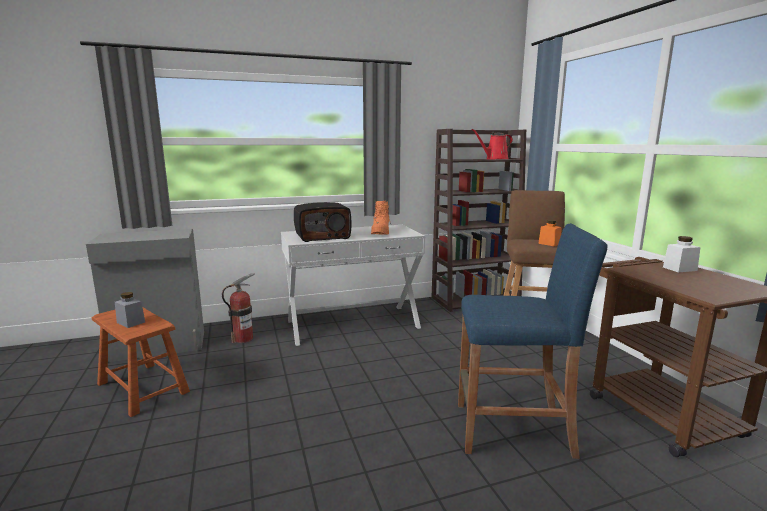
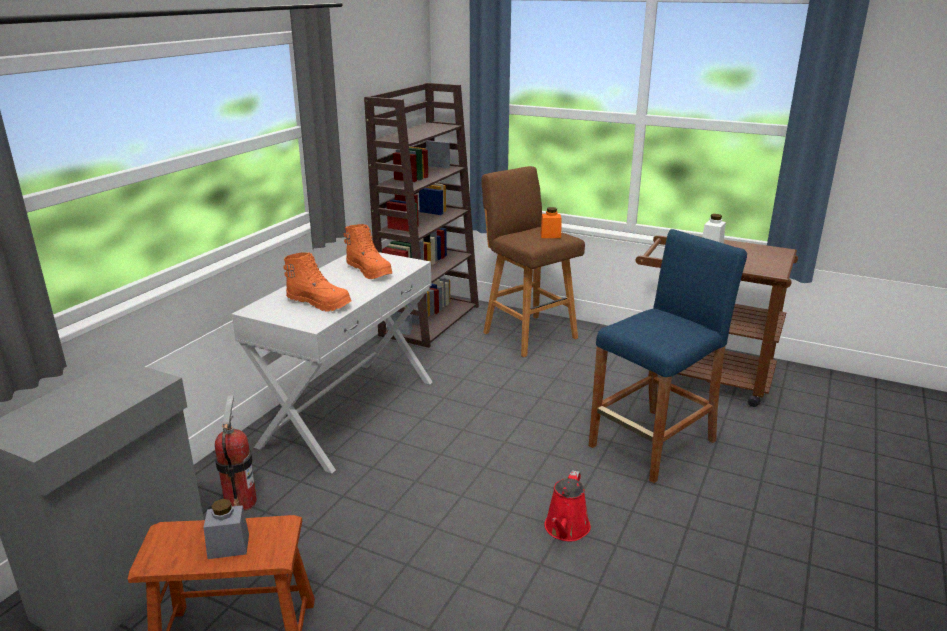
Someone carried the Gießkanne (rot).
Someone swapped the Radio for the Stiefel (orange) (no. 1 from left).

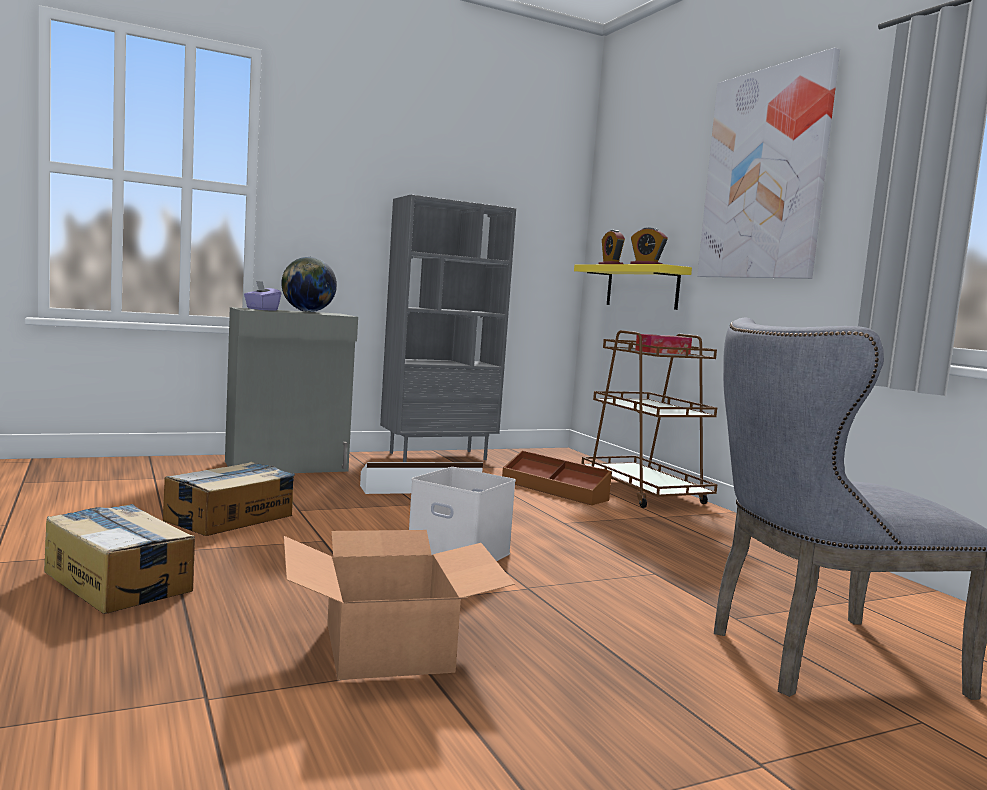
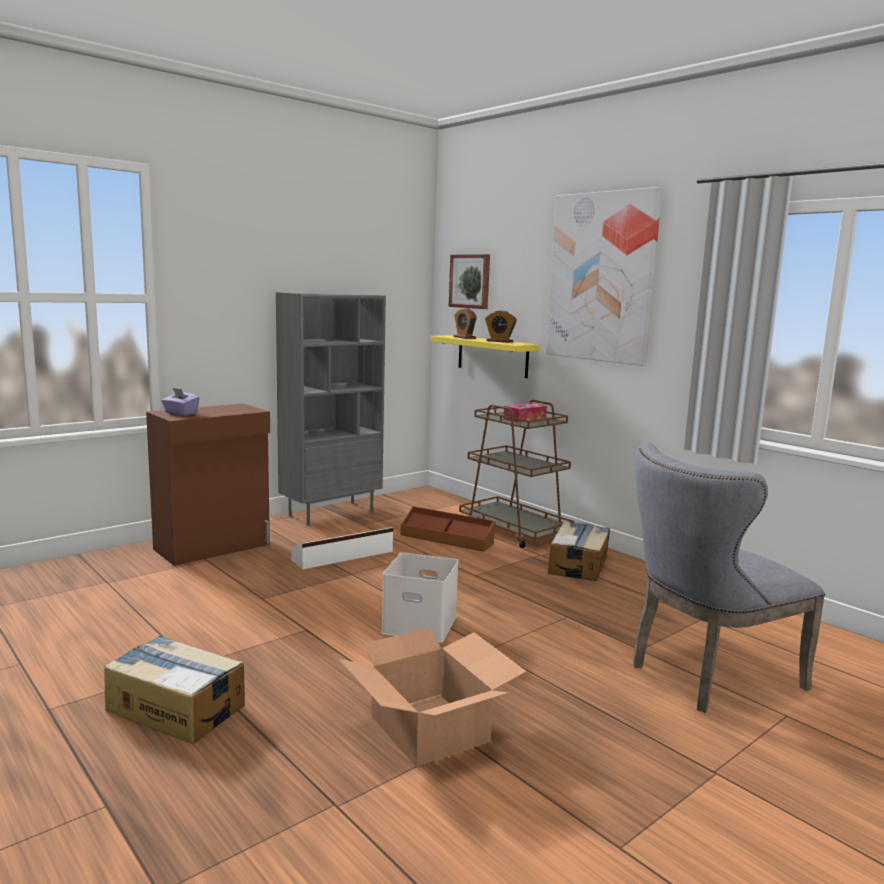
Someone took away the Globus.
Someone repainted the Schrank (grau), which became the Schrank (braun).
Someone carried the Karton (no. 2 from left in the first image).
Someone put up the Bild (no. 1 from left).

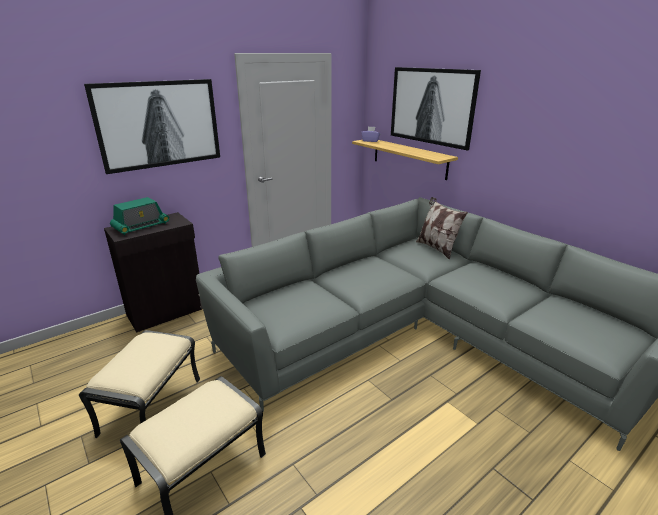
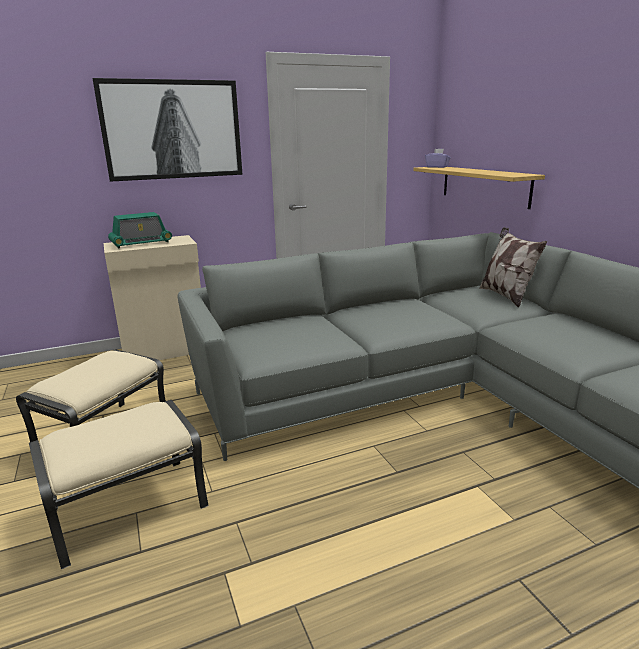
Someone took away the Bild (no. 2 from left).
Someone repainted the Schrank (schwarz), which became the Schrank (beige).

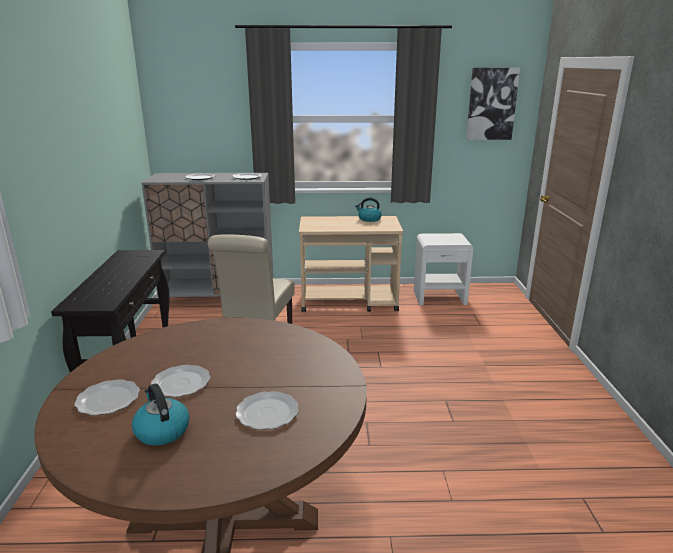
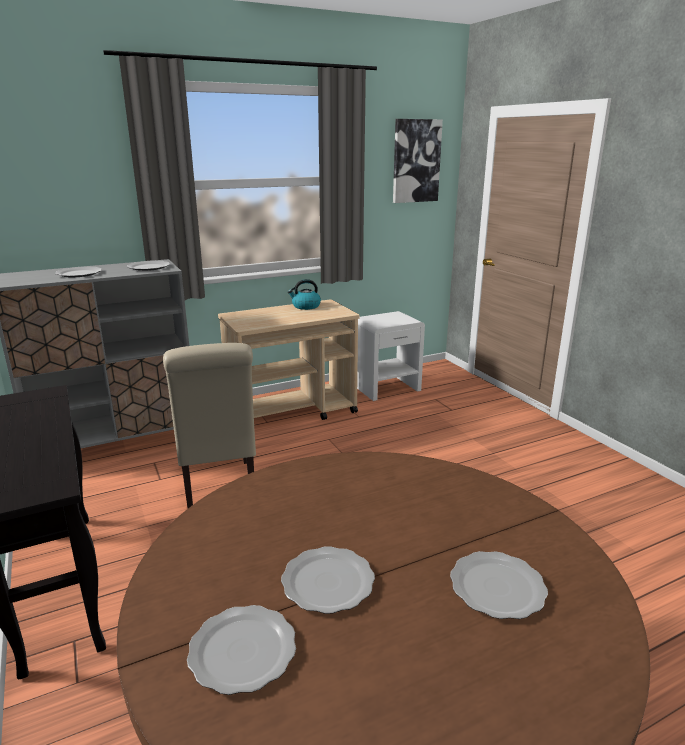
Someone took away the Wasserkessel (no. 1 from left).

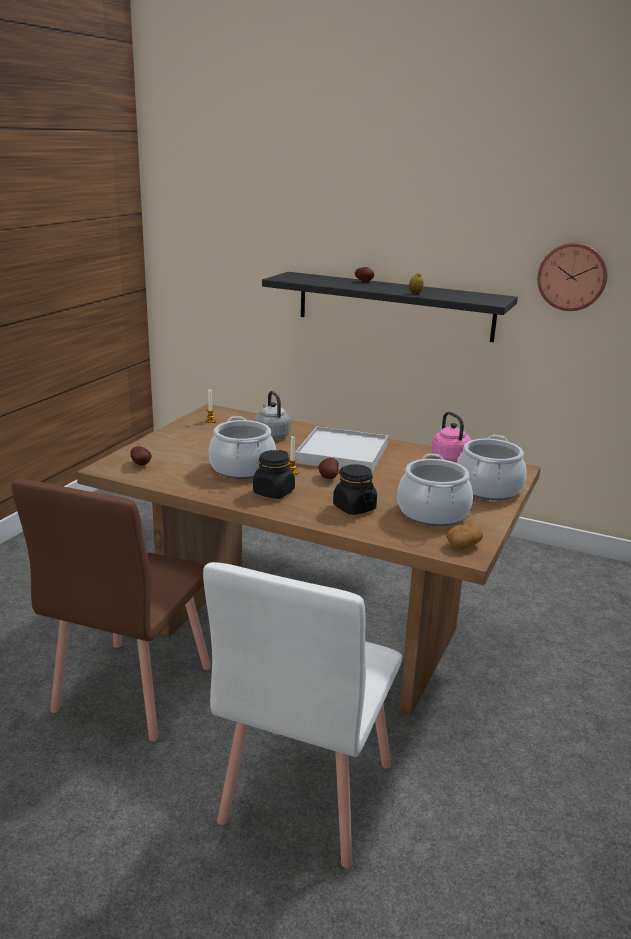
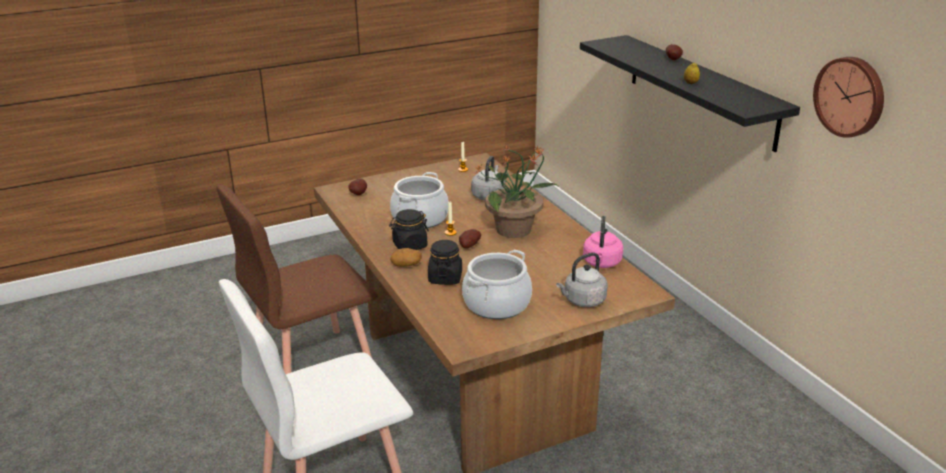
Someone swapped the Tablett (weiß) for the Topfpflanze.
Someone swapped the Kochtopf (no. 3 from left) for the Wasserkessel (grau) (no. 2 from left).
Someone carried the Kartoffel (no. 4 from left in the first image).

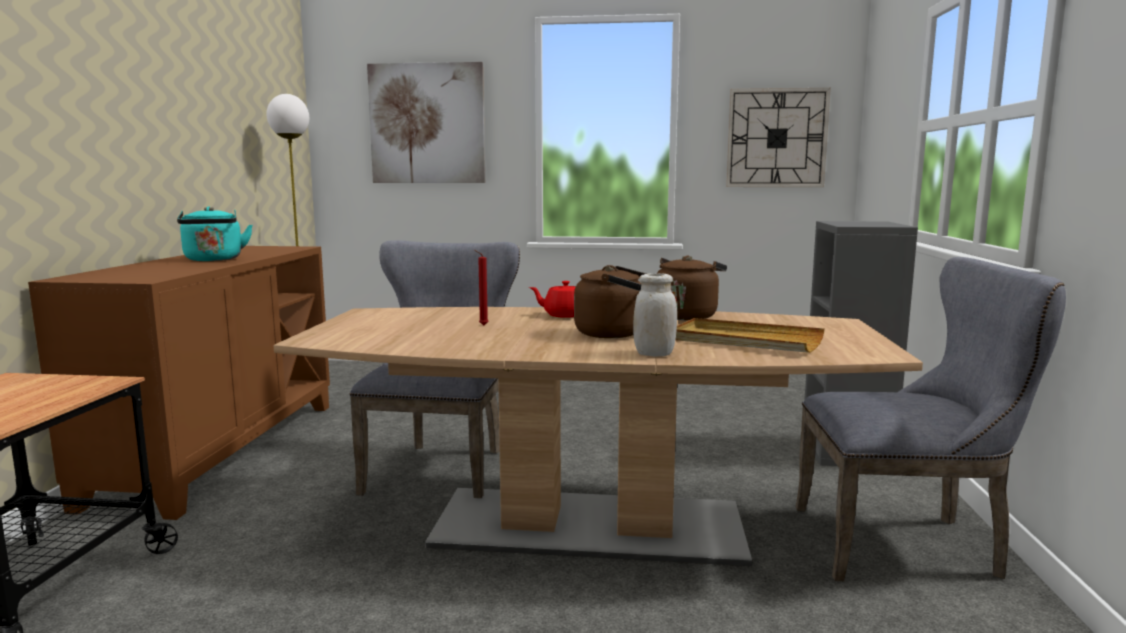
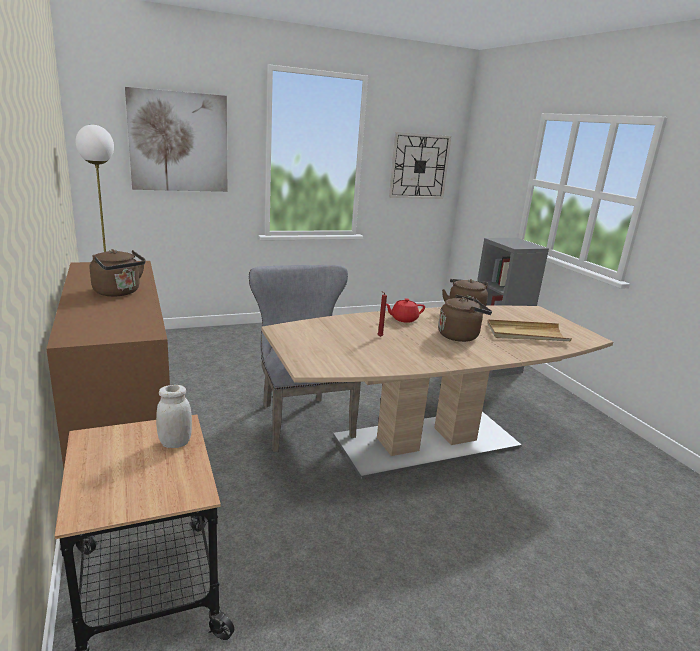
Someone repainted the Wasserkessel (türkis), which became the Wasserkessel (braun) (no. 1 from left).
Someone took away the Stuhl (grau) (no. 2 from left).
Someone carried the Vorratsglas (weiß).

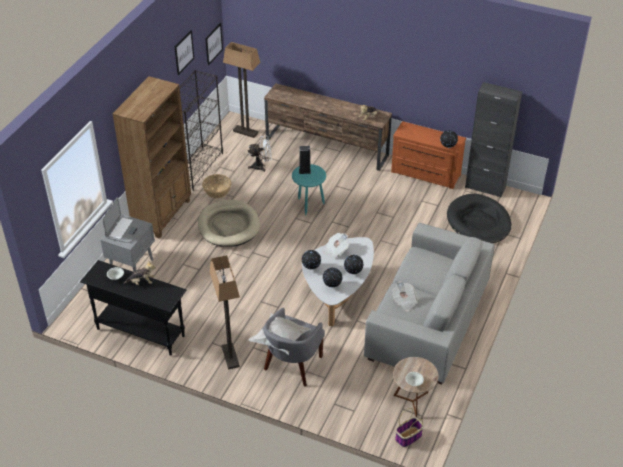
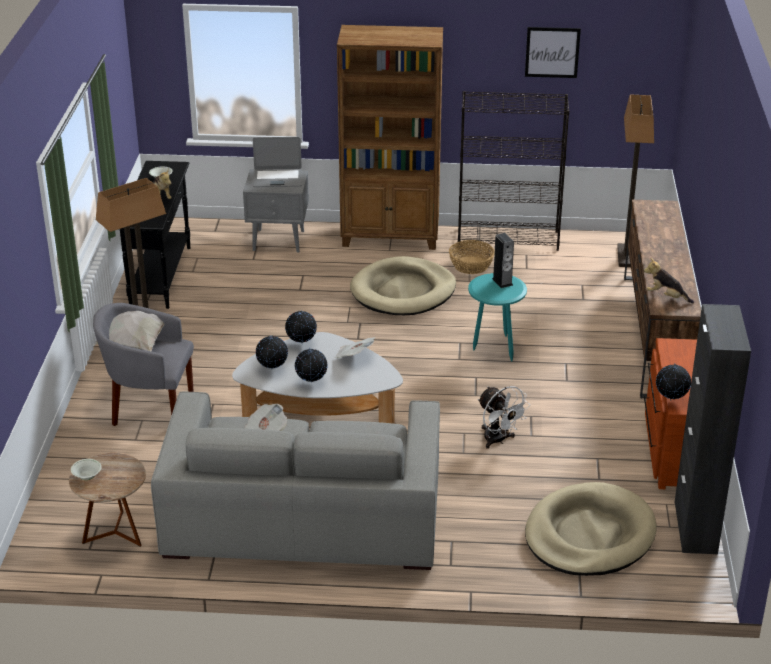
Someone took away the Bild (no. 2 from left).
Someone carried the Ventilator (weiß).
Someone repainted the Hundebett (schwarz), which became the Hundebett (beige) (no. 2 from left).
Someone took away the Korb (no. 2 from left).

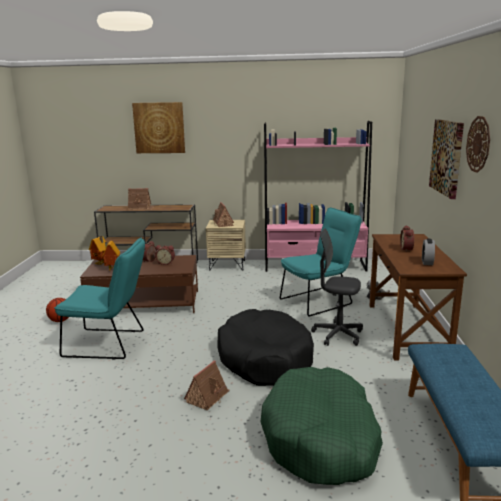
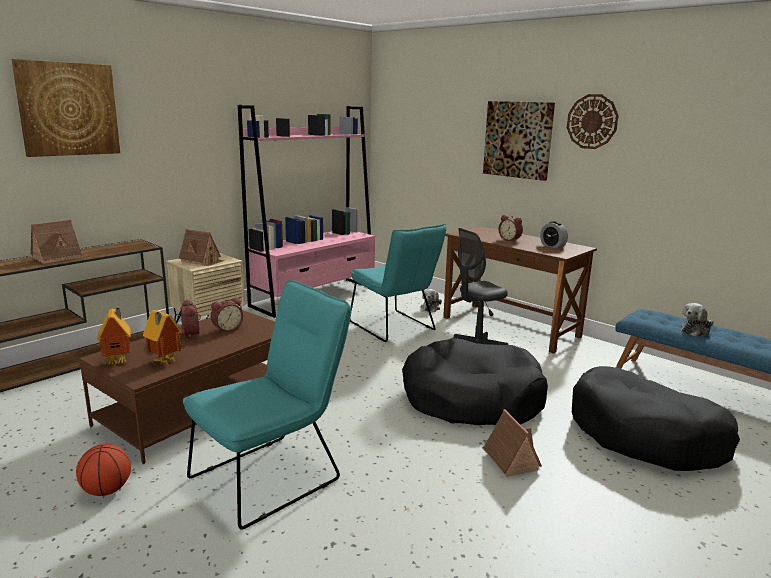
Someone rotated the Stuhl (türkis) (no. 2 from left) by 135 degrees clockwise.
Someone repainted the Hundebett (grün), which became the Hundebett (schwarz) (no. 2 from left).
Someone put down the Plüschtier (no. 2 from left).

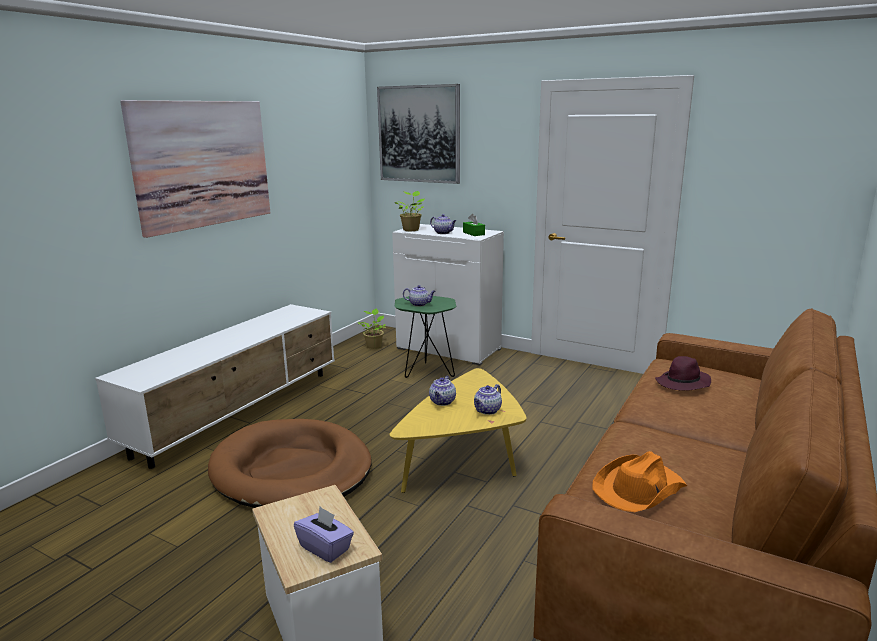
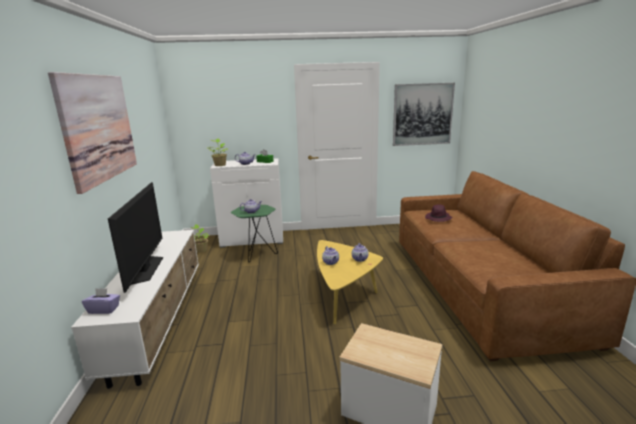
Someone carried the Bild (no. 2 from left).
Someone took away the Hundebett (braun).
Someone took away the Hut (orange).
Someone carried the Taschentuchbox (lila).
Someone put down the Fernseher.

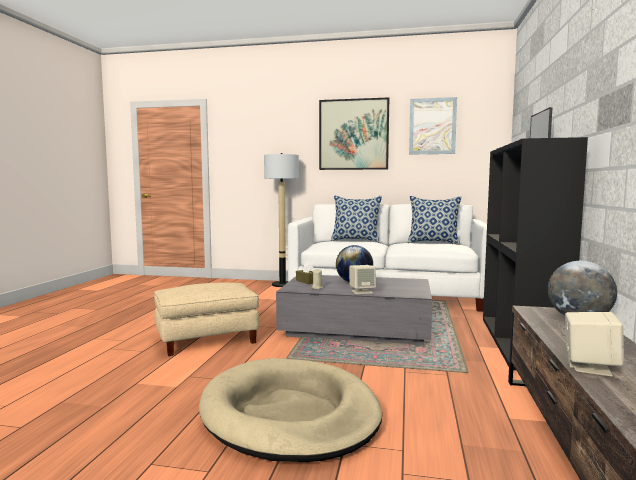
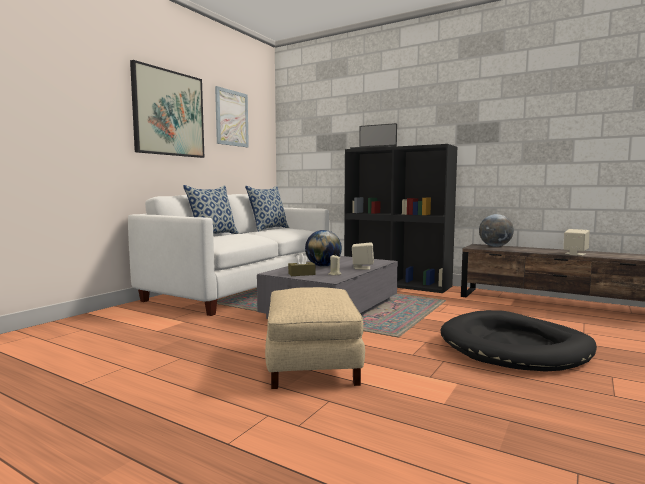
Someone took away the Stehlampe.
Someone repainted the Hundebett (beige), which became the Hundebett (schwarz).

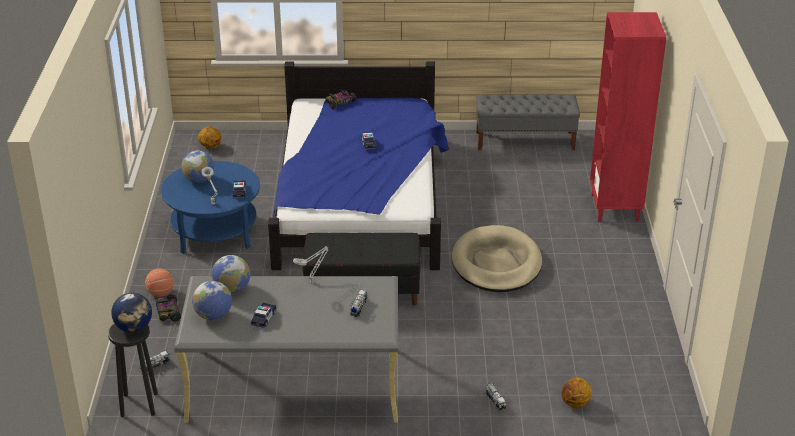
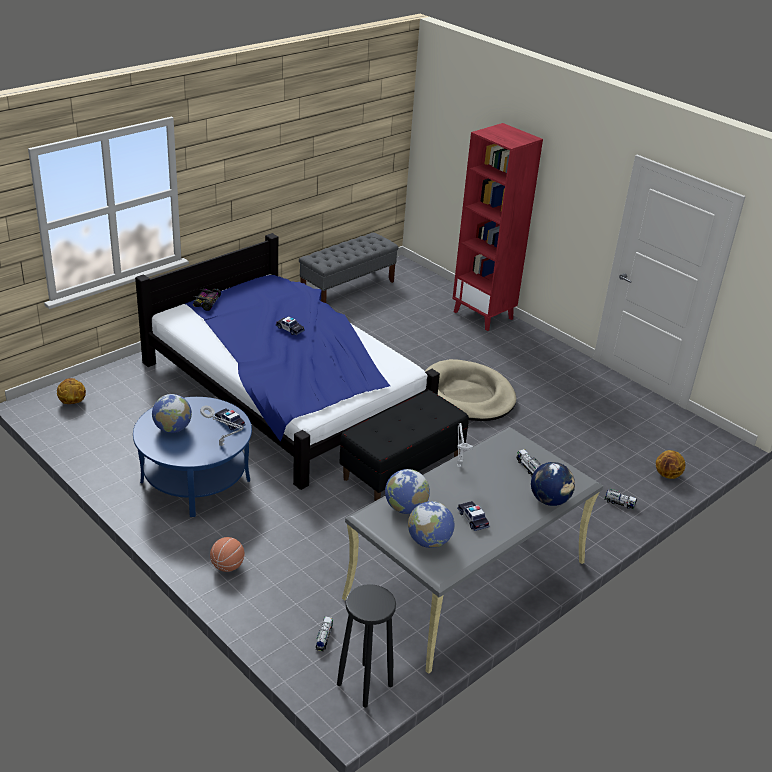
Someone carried the Globus (no. 1 from left in the first image).
Someone took away the Spielzeugauto (no. 1 from left).

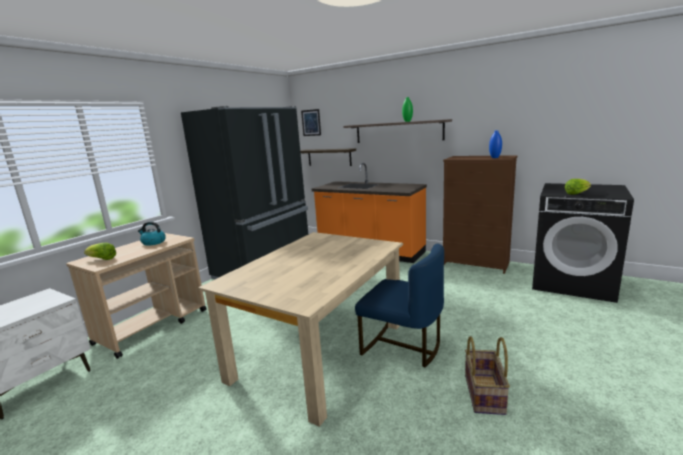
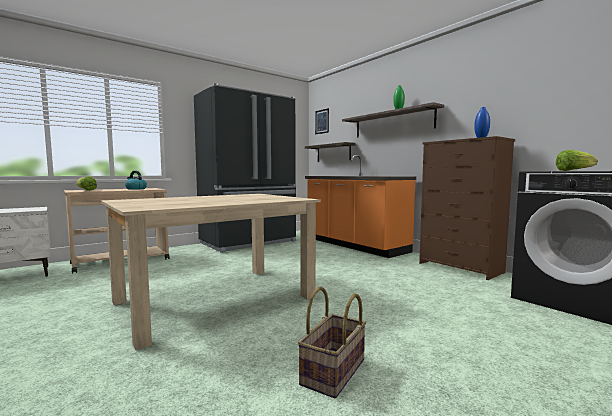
Someone took away the Stuhl (blau).

